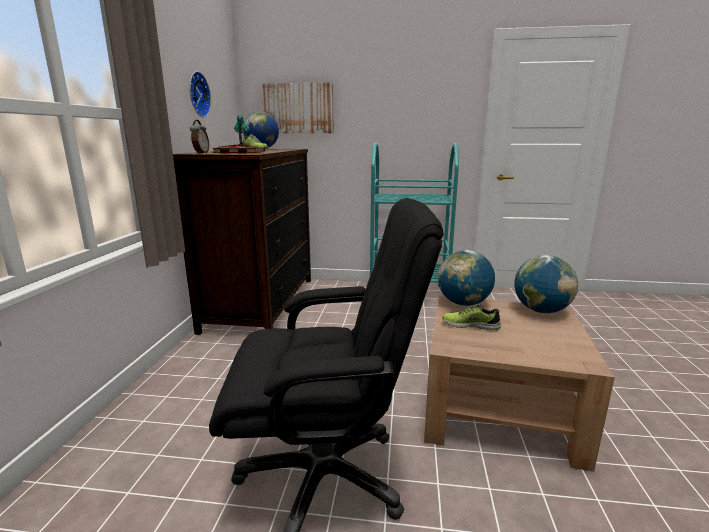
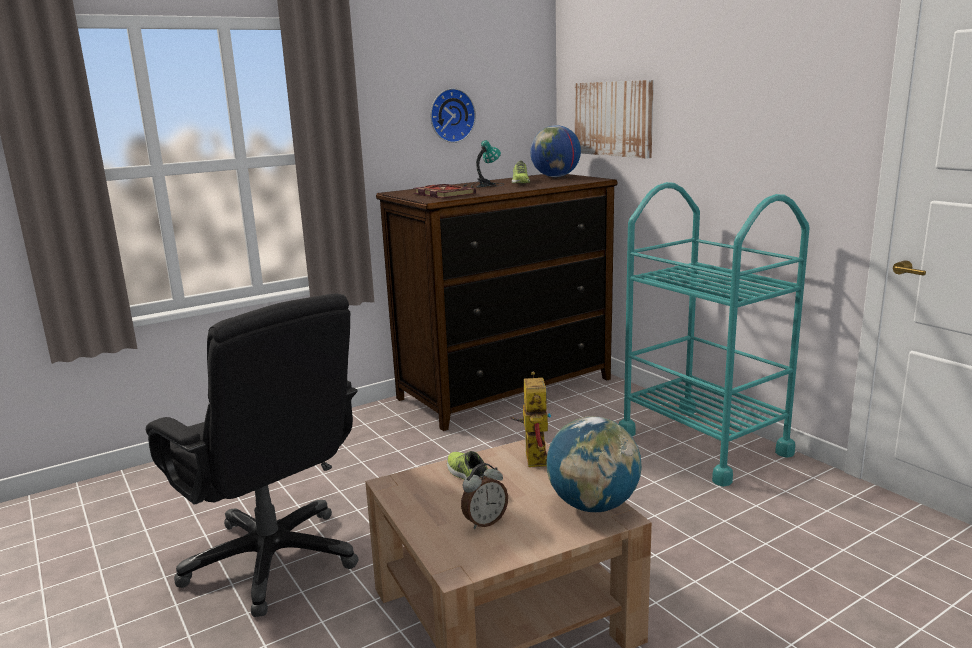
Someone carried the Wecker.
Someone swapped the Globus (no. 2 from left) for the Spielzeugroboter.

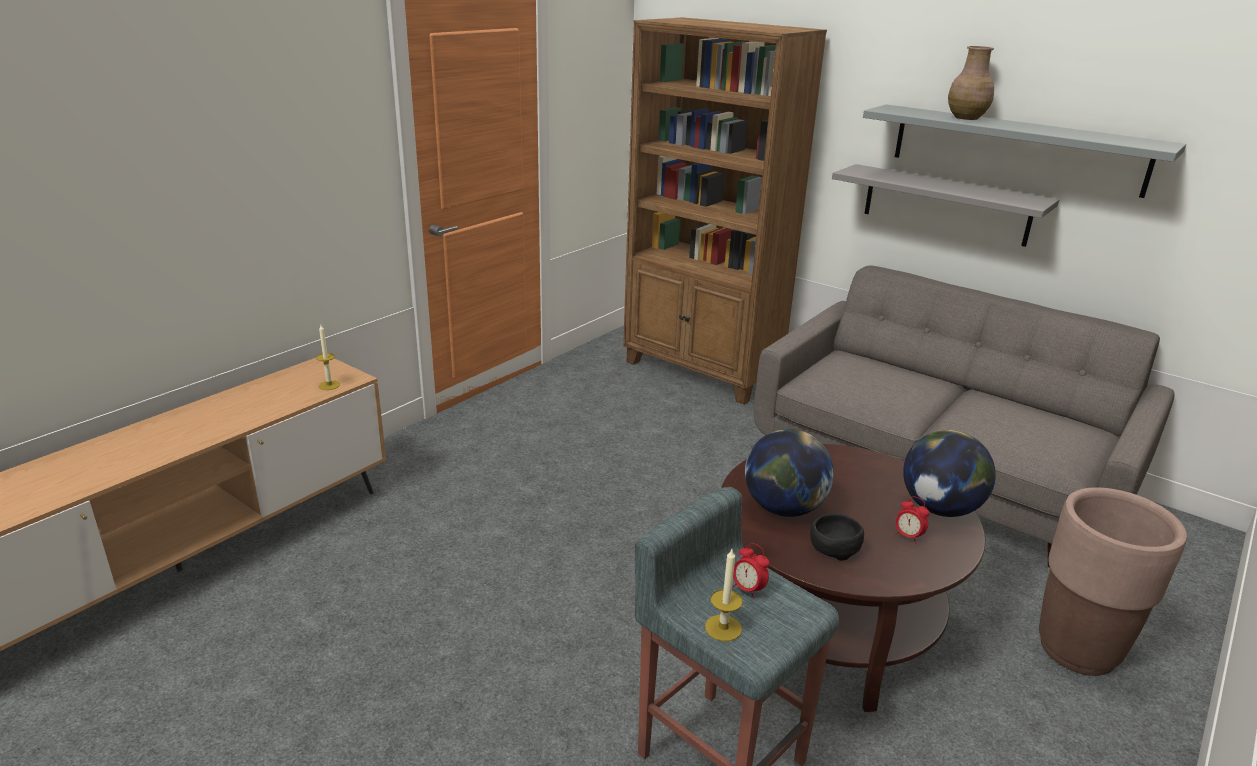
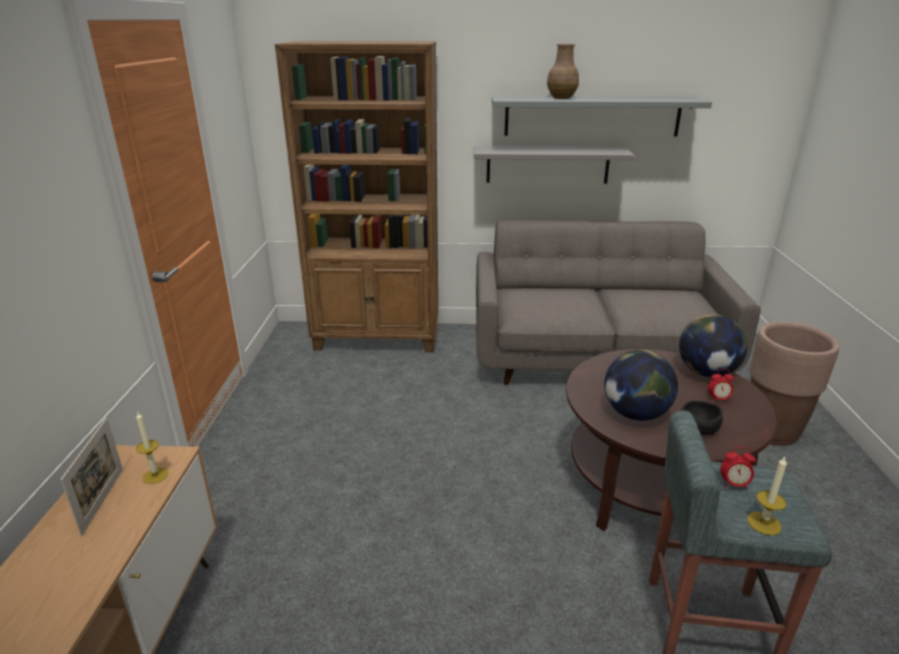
Someone put down the Bilderrahmen.

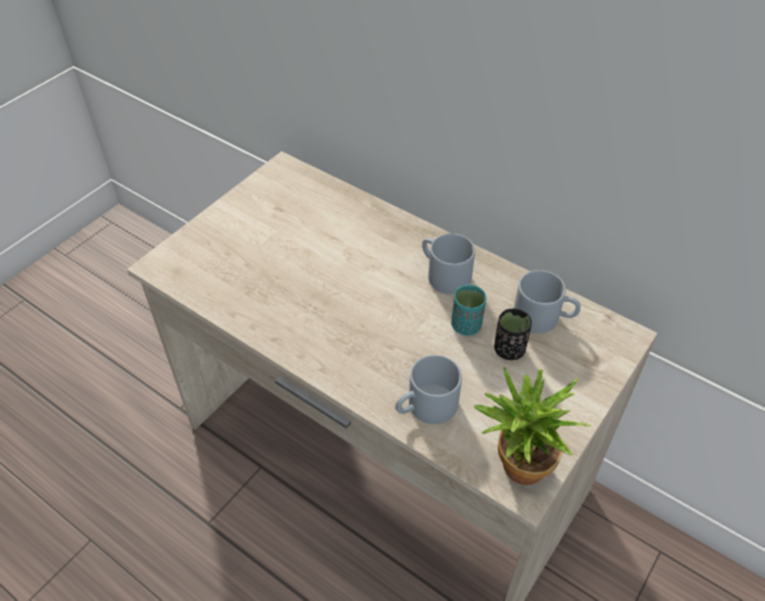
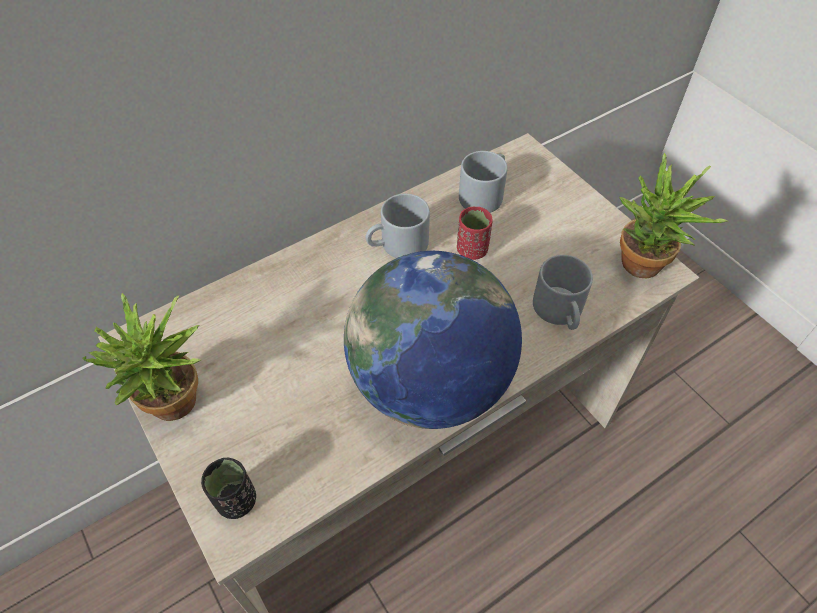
Someone repainted the Tasse (türkis), which became the Tasse (rot).
Someone carried the Tasse (schwarz).
Someone put down the Globus.
Someone put down the Topfpflanze (no. 1 from left).

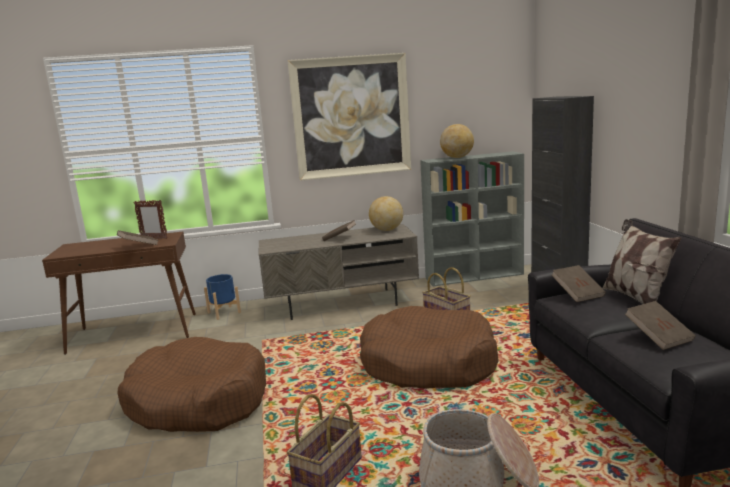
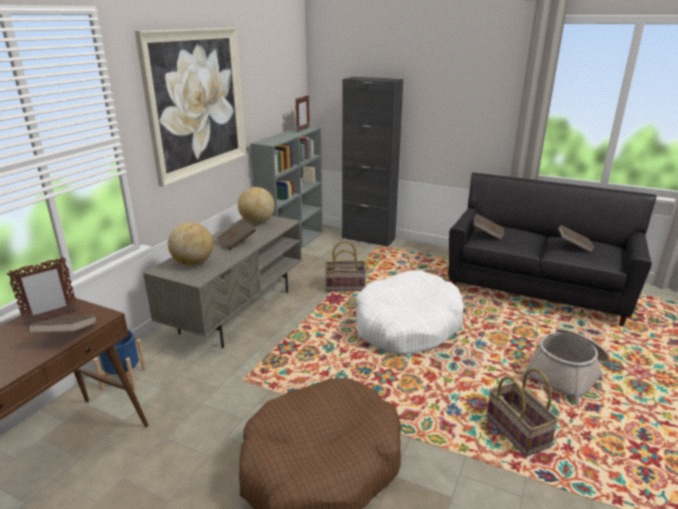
Someone carried the Globus (no. 2 from left in the first image).
Someone took away the Kissen.
Someone repainted the Hundebett (braun) (no. 2 from left), which became the Hundebett (weiß).
Someone put down the Bilderrahmen (no. 2 from left).

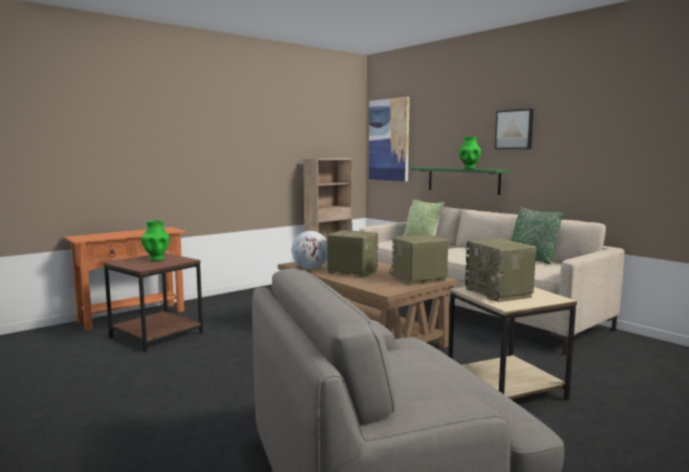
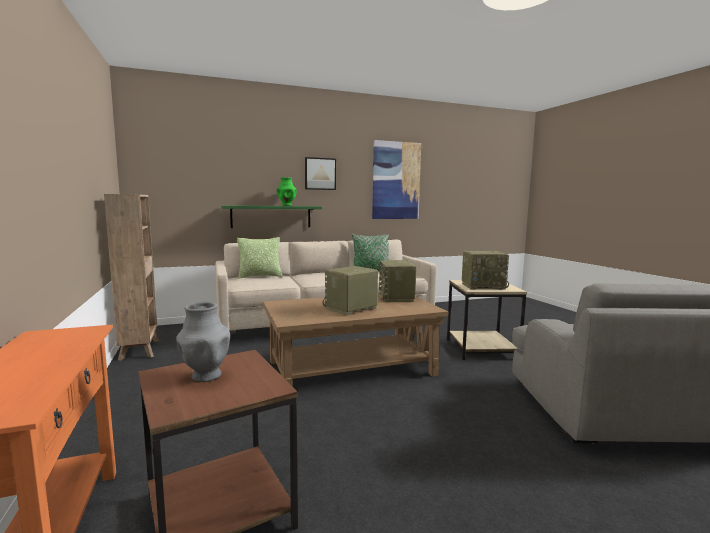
Someone carried the Bild (no. 1 from left in the first image).
Someone repainted the Vase (grün) (no. 1 from left), which became the Vase (grau).
Someone took away the Globus.

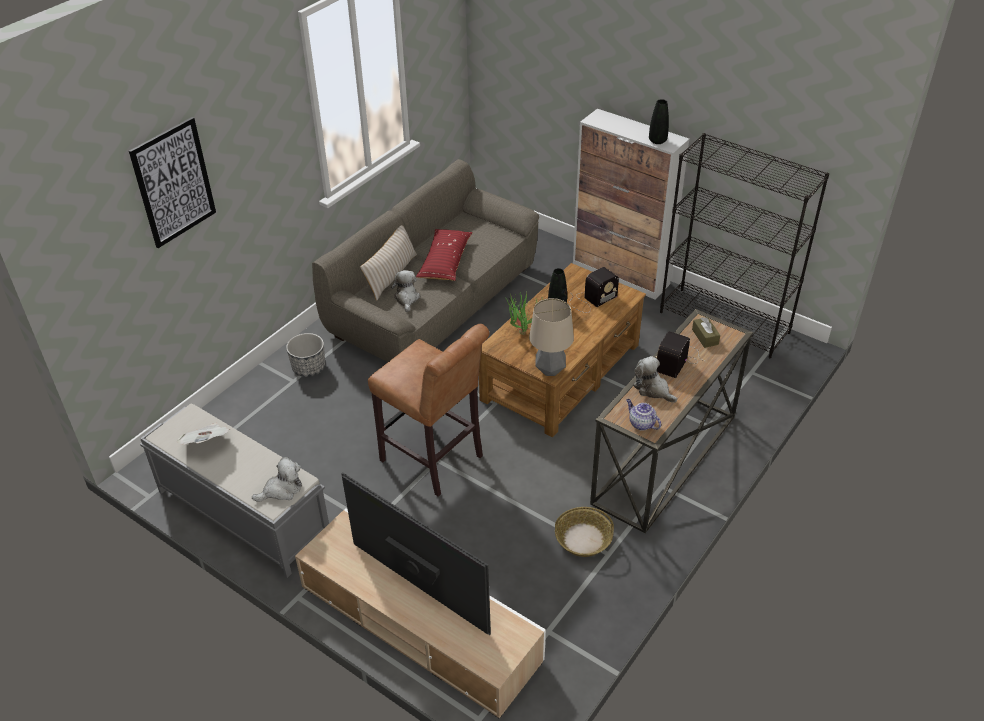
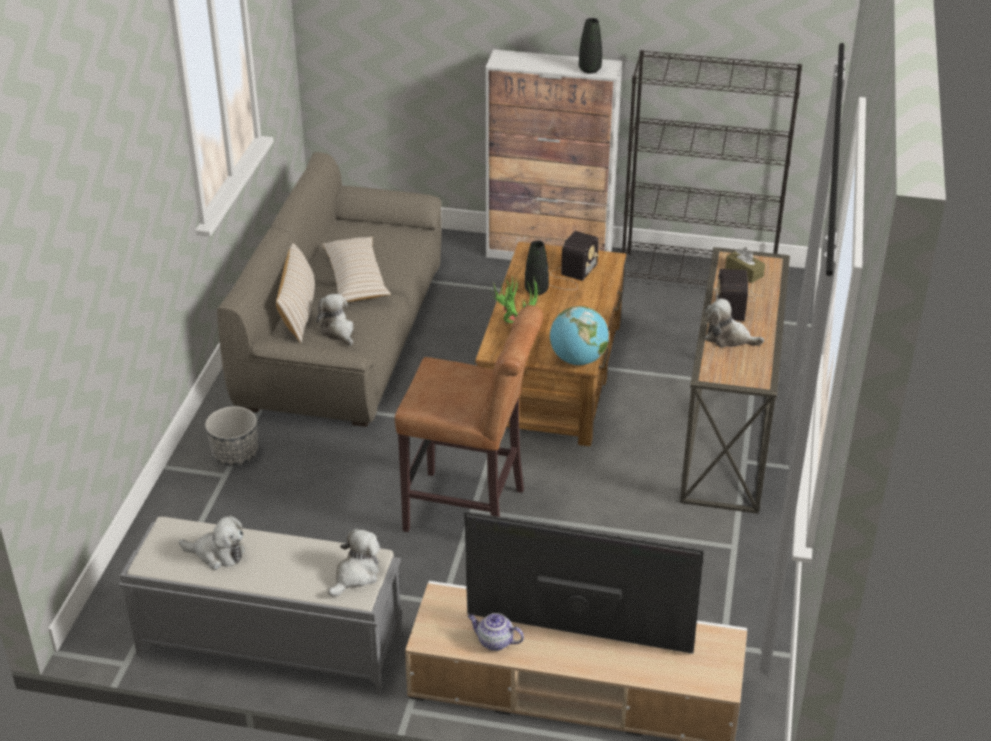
Someone took away the Bild.
Someone repainted the Kissen (rot), which became the Kissen (beige) (no. 2 from left).
Someone swapped the Tischlampe for the Globus.
Someone carried the Teekanne.
Someone swapped the Zeitung for the Plüschtier (no. 1 from left).
Someone took away the Korb.

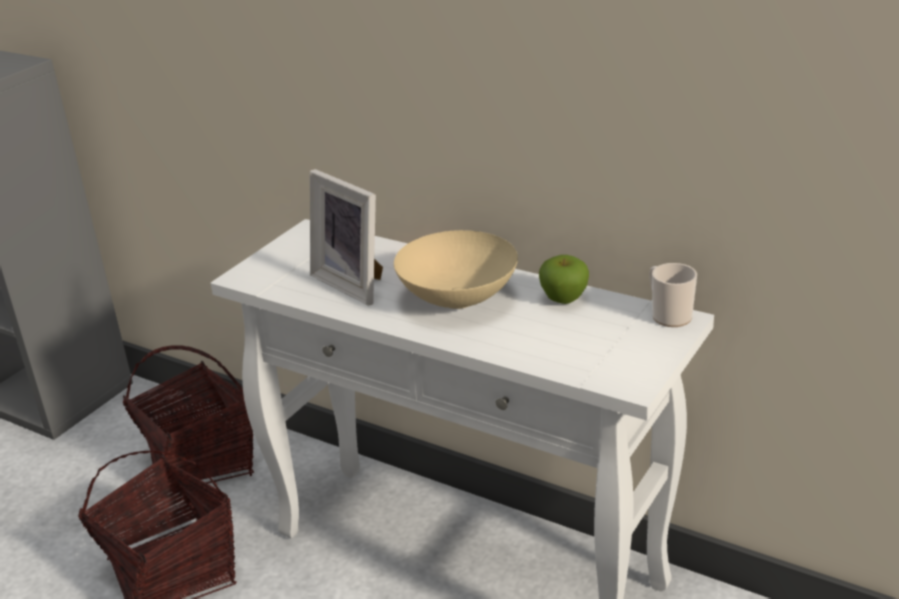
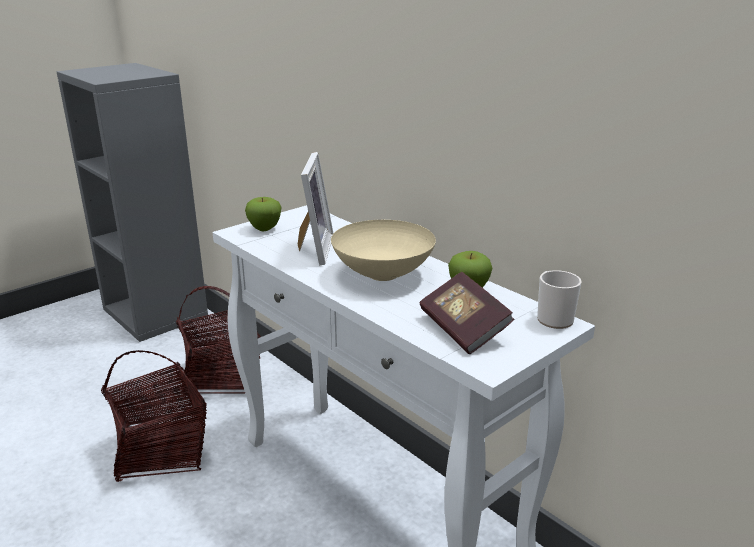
Someone rotated the Bilderrahmen by 150 degrees counterclockwise.
Someone put down the Apfel (no. 1 from left).
Someone put down the Buch.

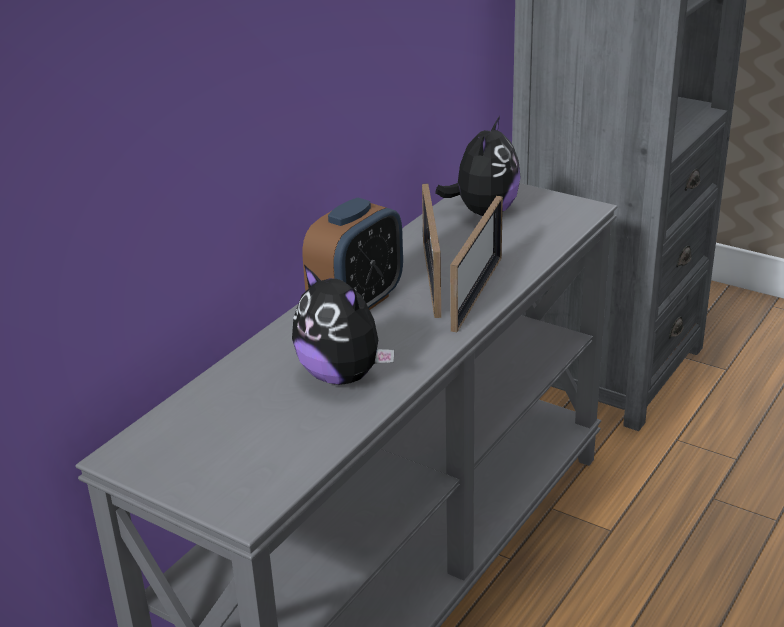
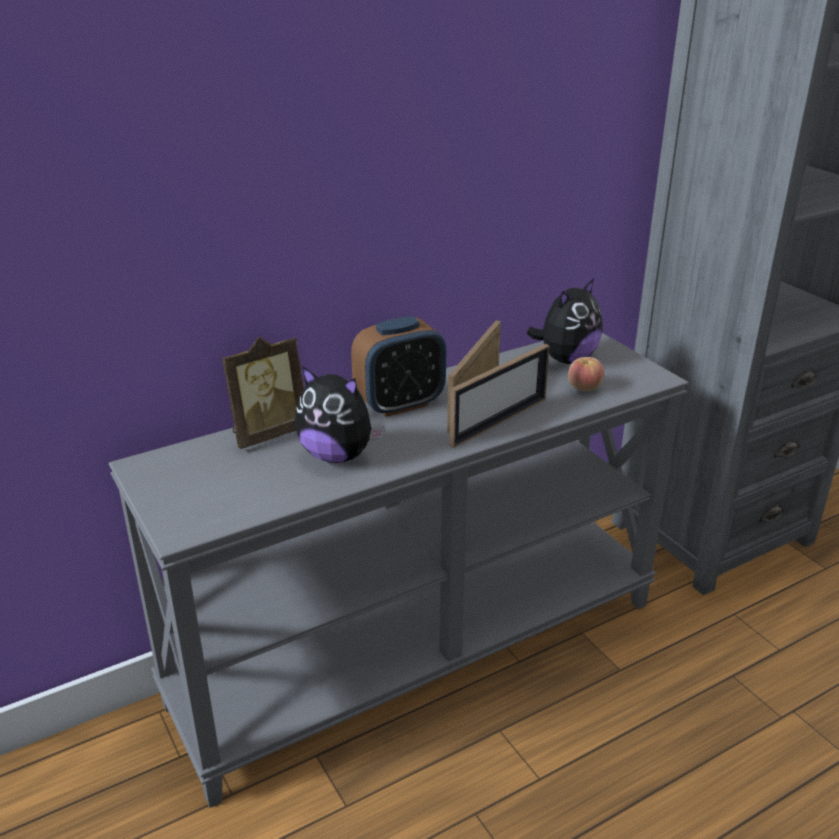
Someone rotated the Plüschtier (no. 1 from left) by 45 degrees counterclockwise.
Someone put down the Bilderrahmen (no. 1 from left).
Someone put down the Apfel.

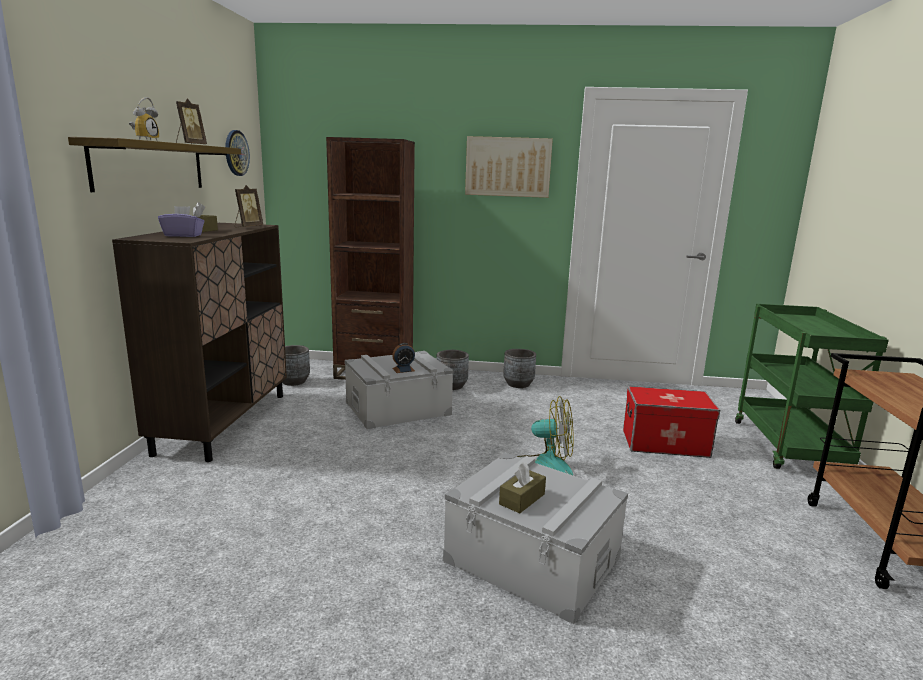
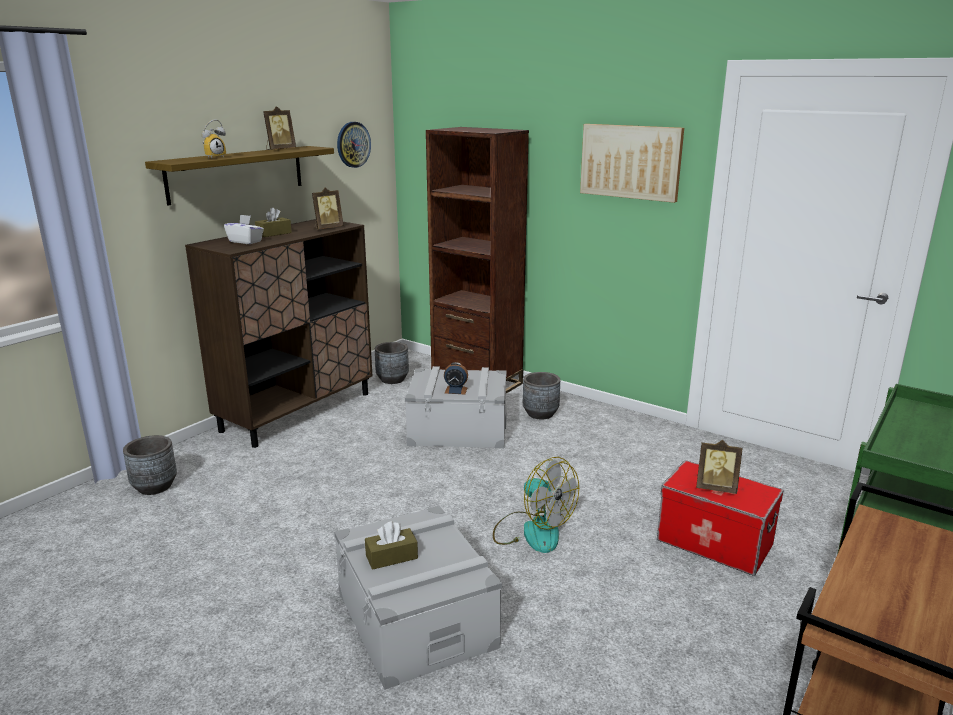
Someone repainted the Taschentuchbox (lila), which became the Taschentuchbox (weiß).
Someone carried the Pflanzkübel (grau) (no. 3 from left in the first image).
Someone put down the Bilderrahmen (no. 3 from left).

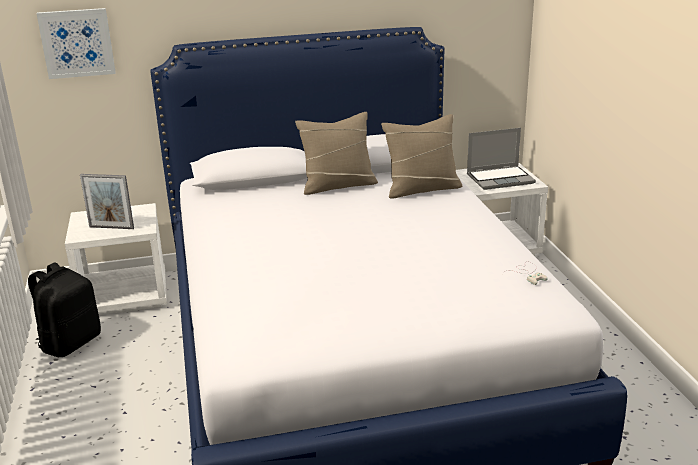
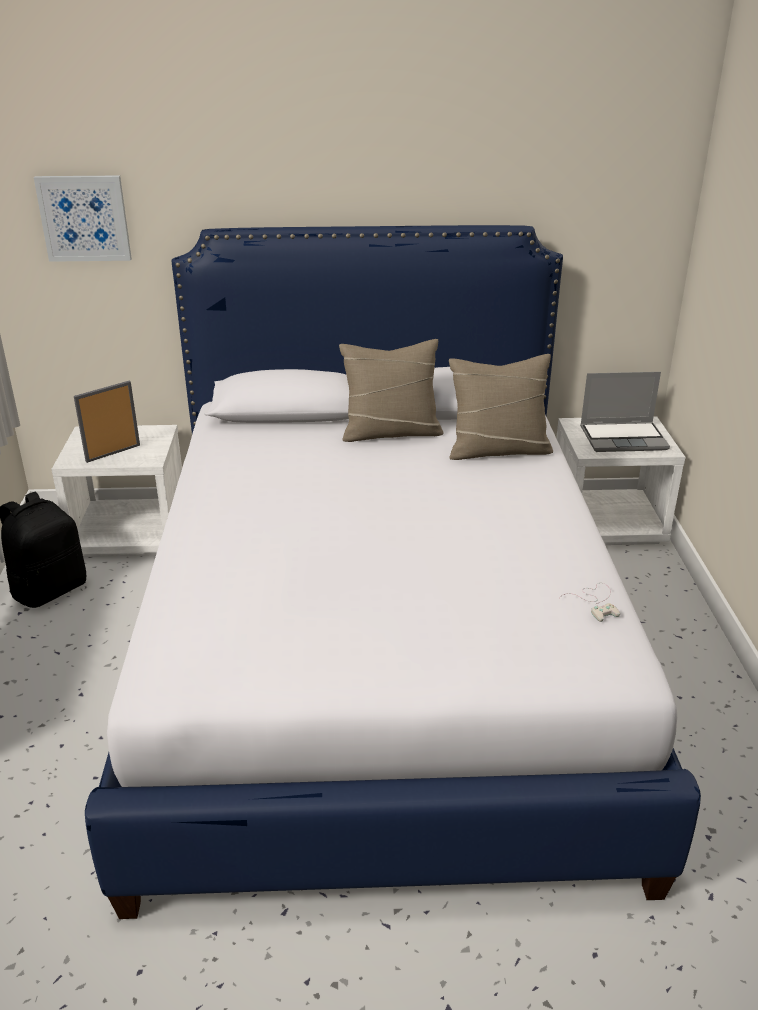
Someone rotated the Bilderrahmen by 120 degrees clockwise.

